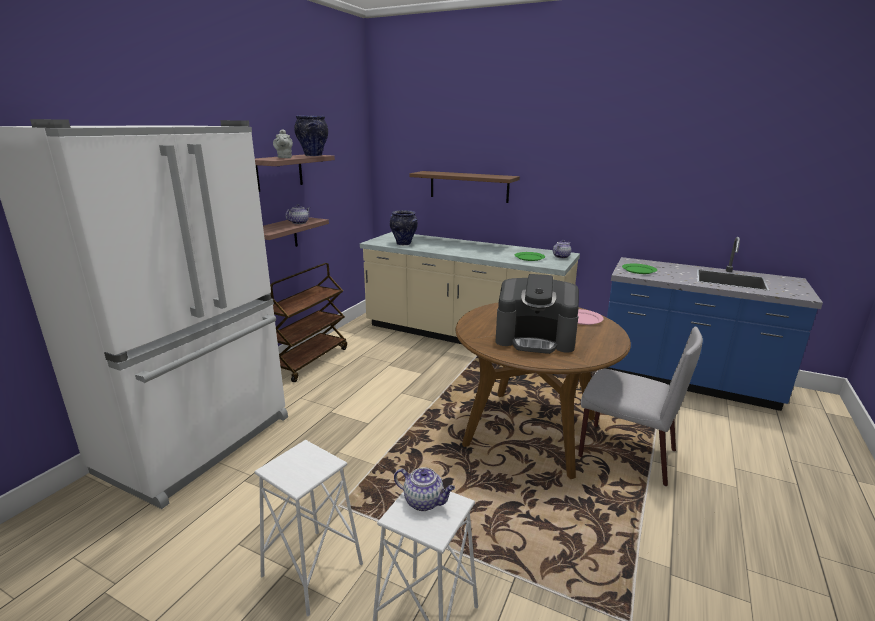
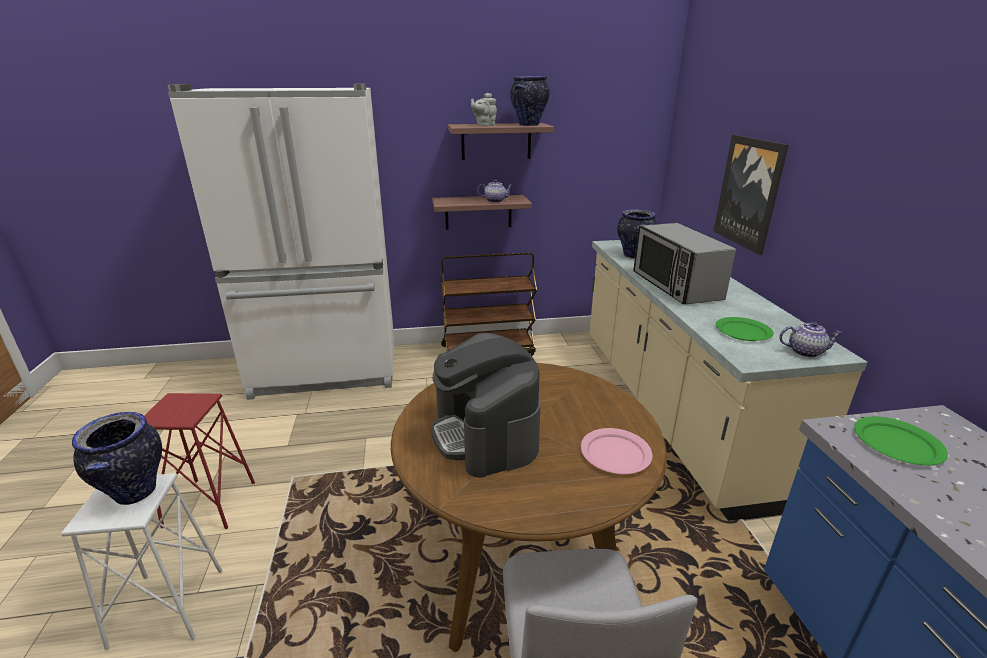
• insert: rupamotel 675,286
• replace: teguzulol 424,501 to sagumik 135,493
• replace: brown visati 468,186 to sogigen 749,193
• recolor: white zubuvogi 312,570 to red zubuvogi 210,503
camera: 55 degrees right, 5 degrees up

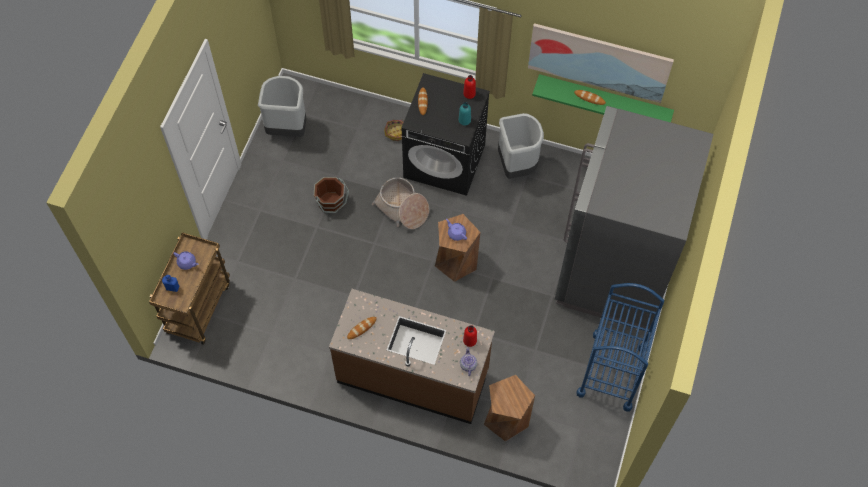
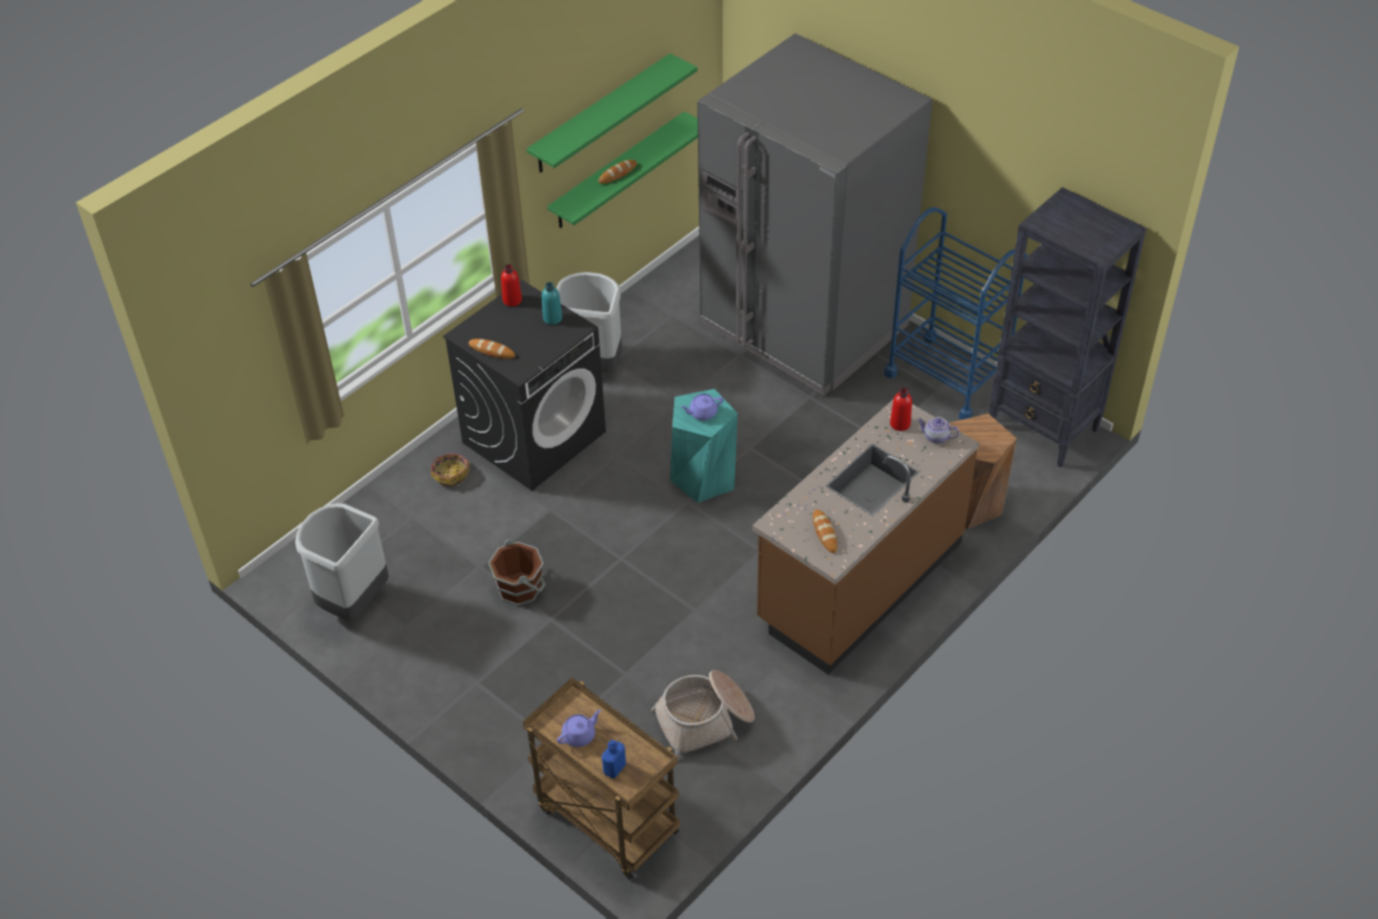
• insert: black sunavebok 1043,429
• move: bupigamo 402,208 to 705,721
• replace: sogigen 598,62 to green visati 601,114
• recolor: brown zubuvogi 456,261 to turquoise zubuvogi 703,477
camera: 65 degrees left, 15 degrees down

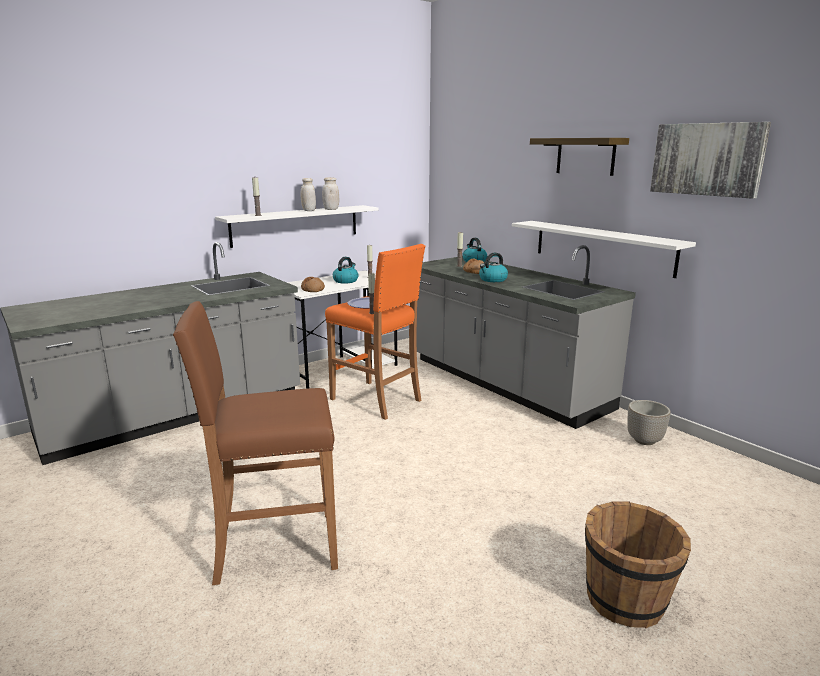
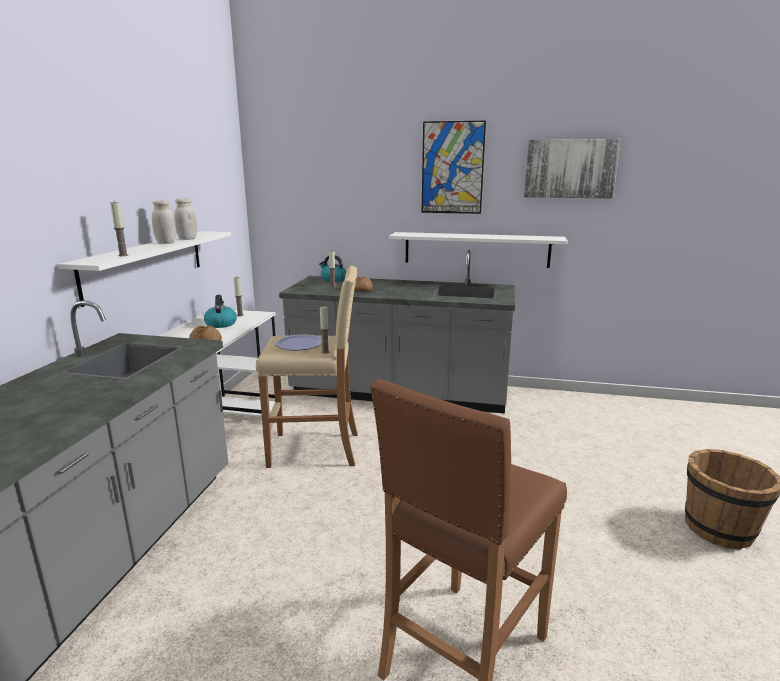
• delete: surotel 492,280
• delete: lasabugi 645,440
• replace: visati 585,156 to sogigen 452,168
• recolor: orange zubuvogi 376,400 to beige zubuvogi 315,450
camera: 40 degrees left, 0 degrees up

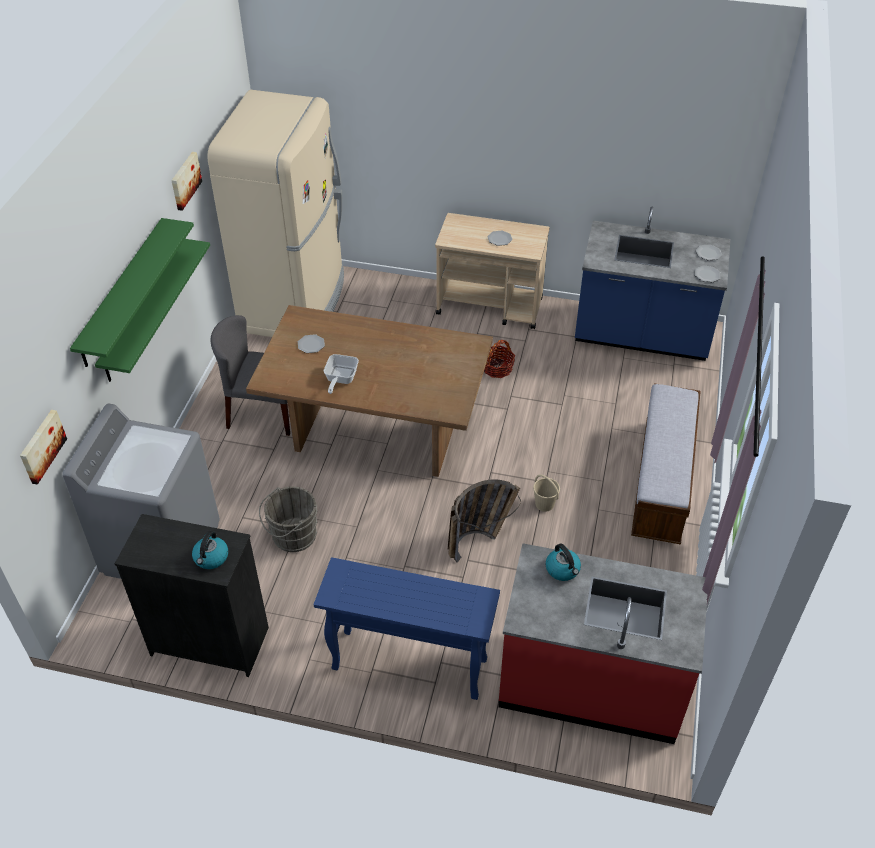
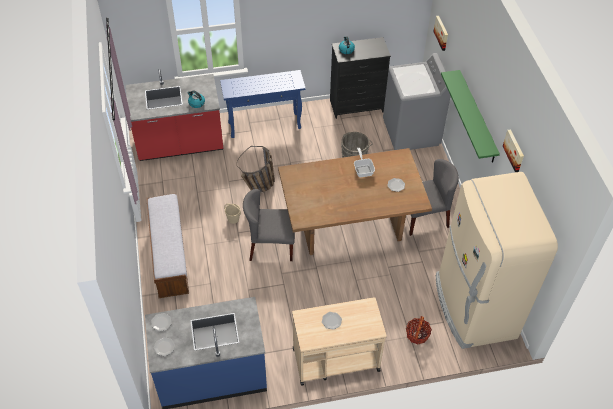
• delete: green visati 122,292
• insert: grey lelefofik 271,246
• move: bupigamo 497,368 to 417,335
camera: 155 degrees right, 5 degrees up

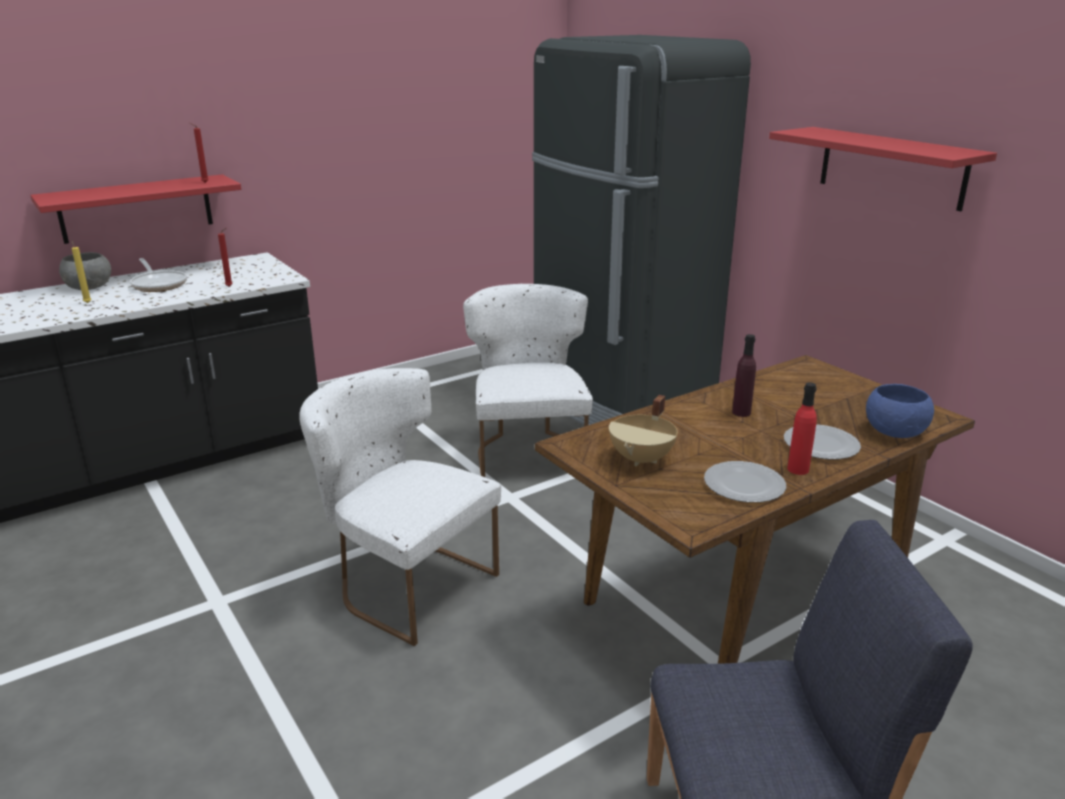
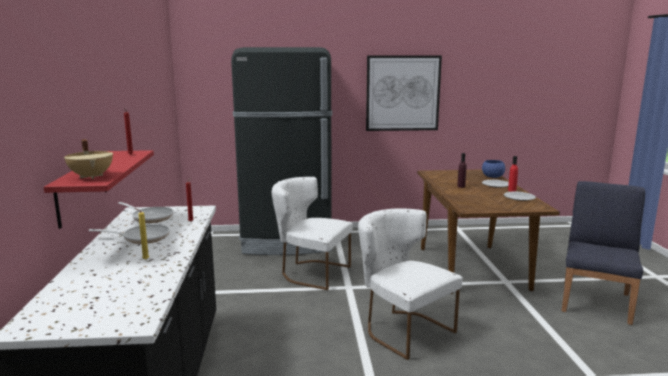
• delete: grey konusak 89,288
• insert: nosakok 150,217
• move: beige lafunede 642,459 to 92,176
• replace: red visati 891,167 to sogigen 402,93
• rotate: white lelefofik 405,583 = 402,329 75 degrees clockwise
camera: 60 degrees left, 10 degrees down

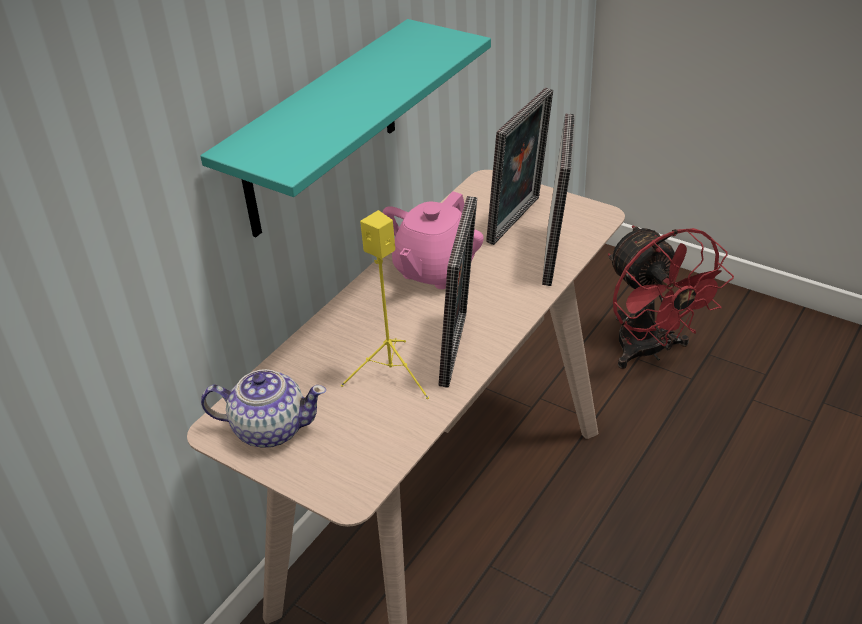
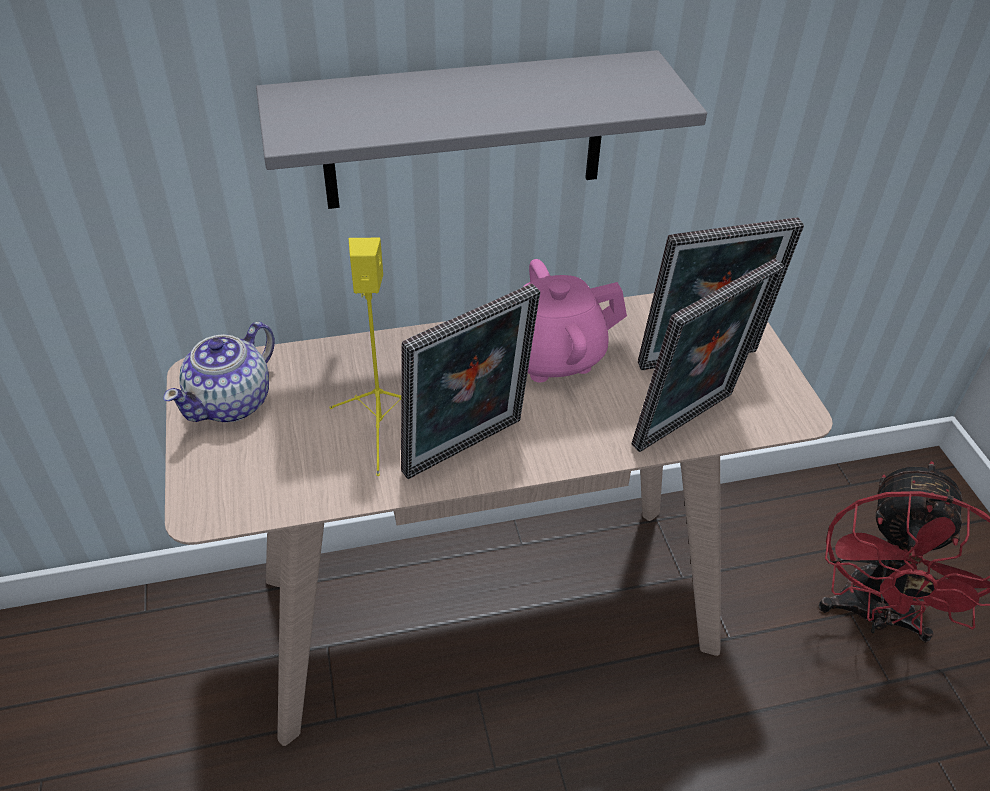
• recolor: turquoise visati 321,131 to grey visati 465,132
• rotate: teguzulol 269,428 = 232,402 75 degrees clockwise
camera: 40 degrees right, 5 degrees up

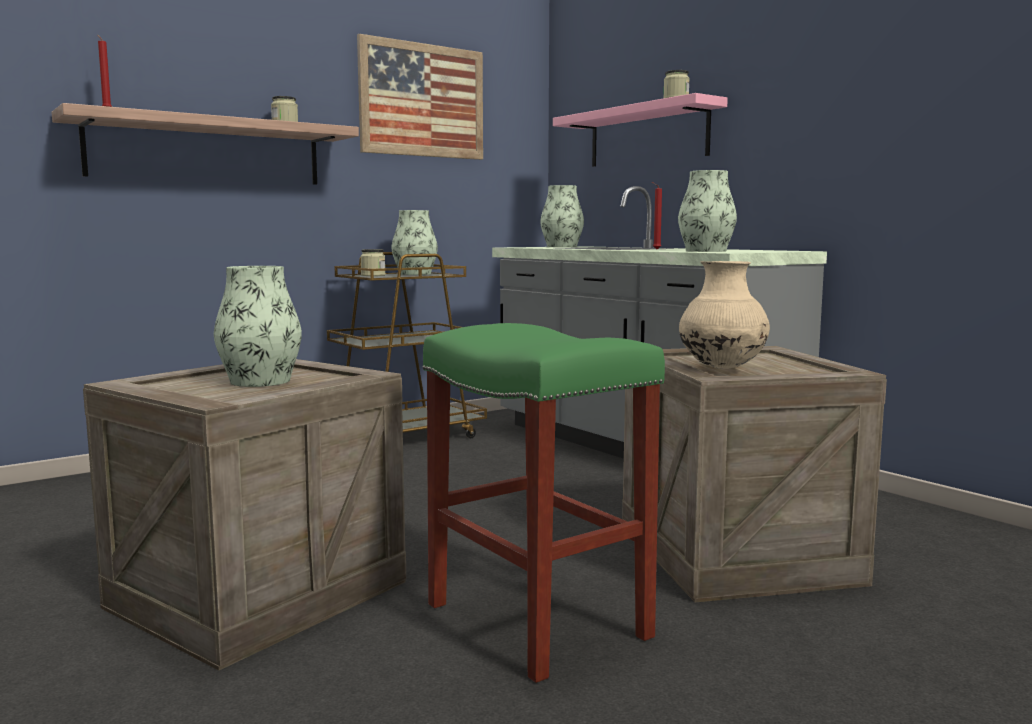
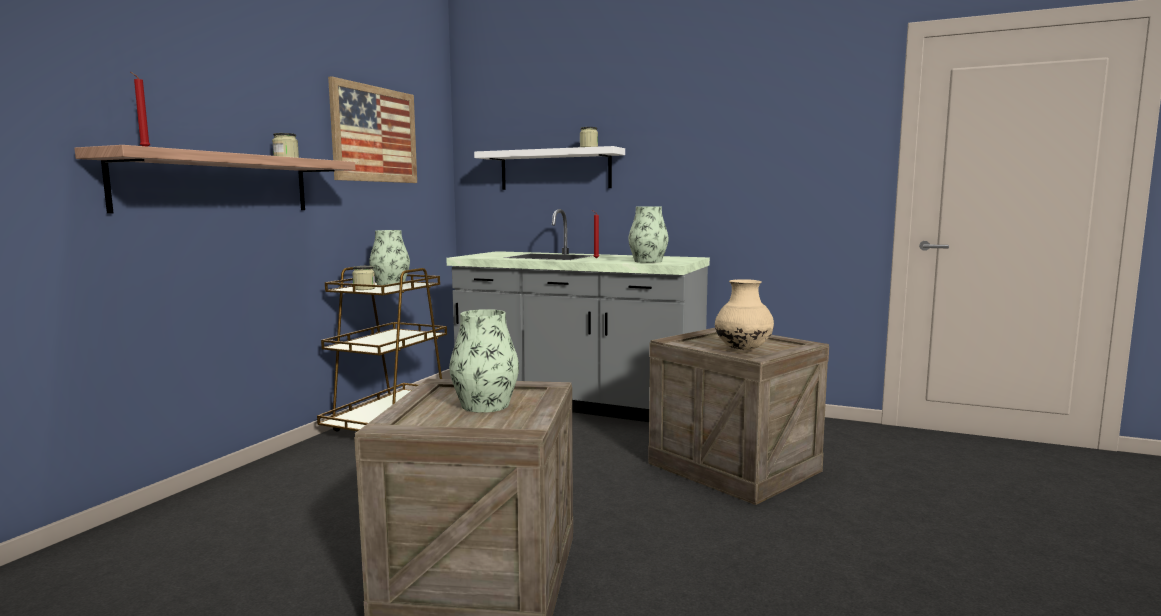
• delete: green zubuvogi 540,621
• delete: sagumik 562,246
• recolor: pink visati 647,136 to white visati 555,170
camera: 30 degrees left, 0 degrees up

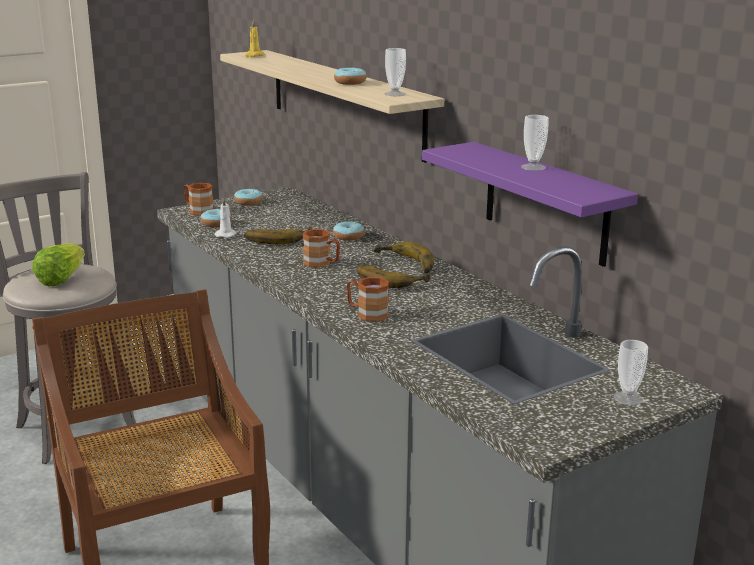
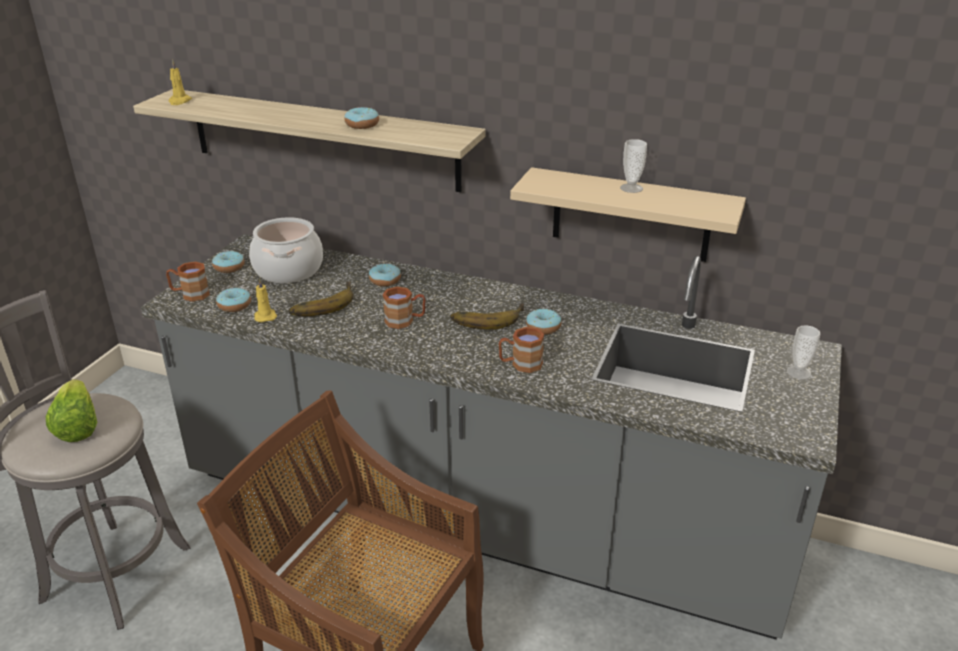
• delete: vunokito 404,263
• delete: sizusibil 395,94
• insert: lafunede 289,270
• insert: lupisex 543,327
• recolor: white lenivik 226,234 to yellow lenivik 265,316
• recolor: purple visati 545,203 to beige visati 631,215
camera: 35 degrees left, 10 degrees up

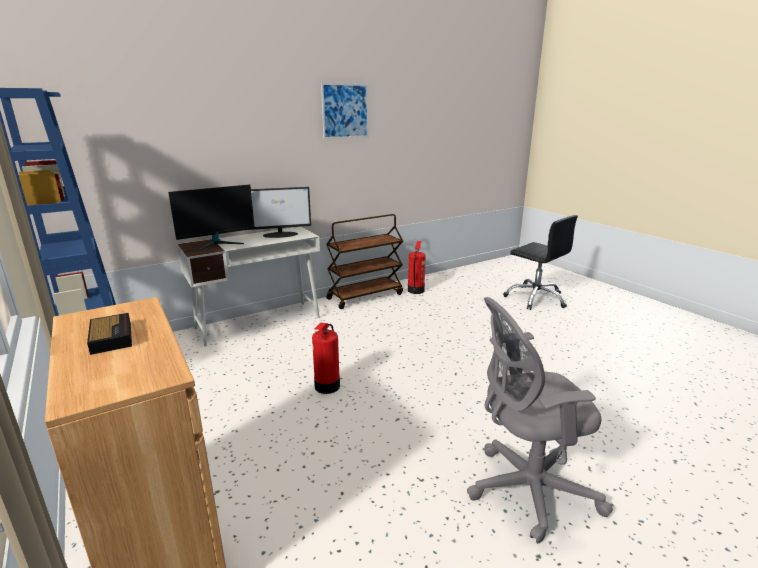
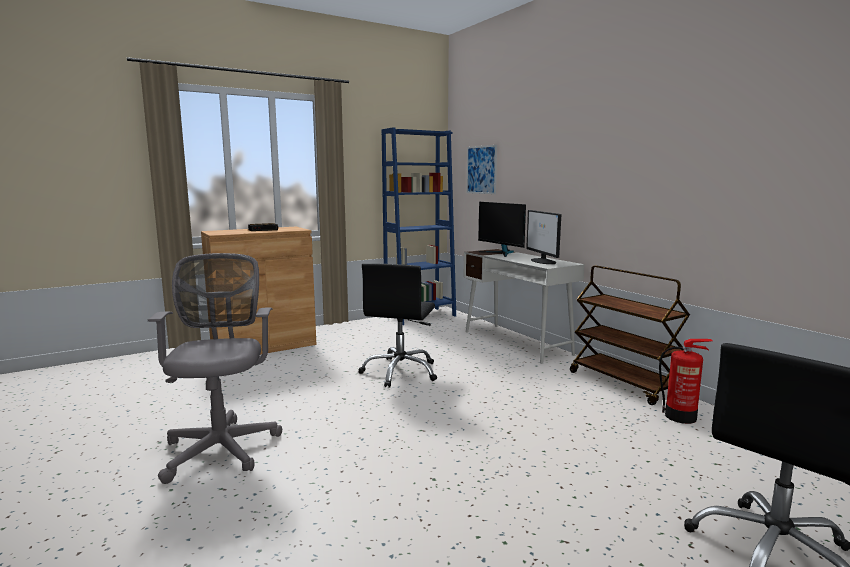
• move: sogigen 345,111 to 481,170
• replace: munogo 327,386 to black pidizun 400,372
camera: 90 degrees right, 10 degrees down

